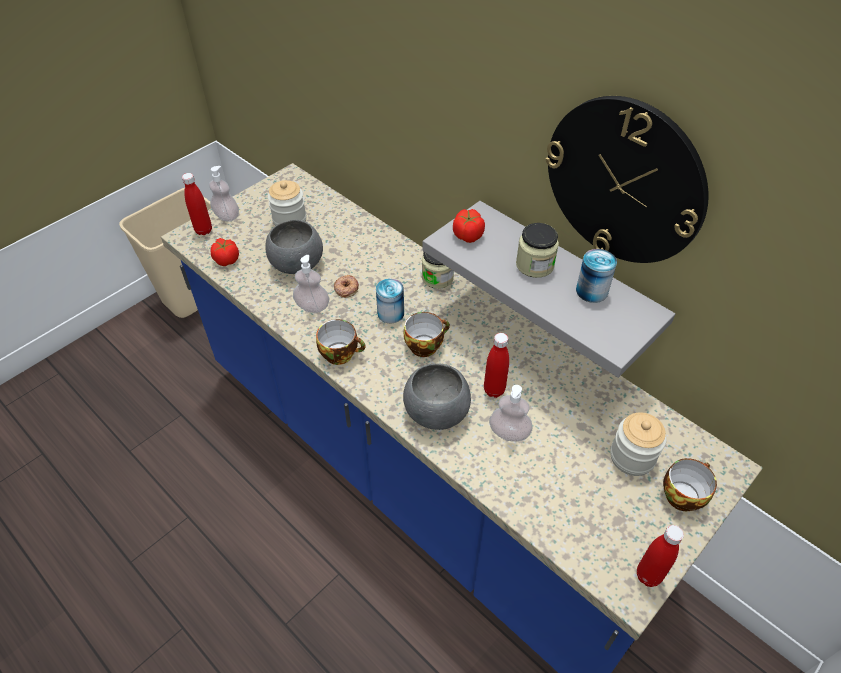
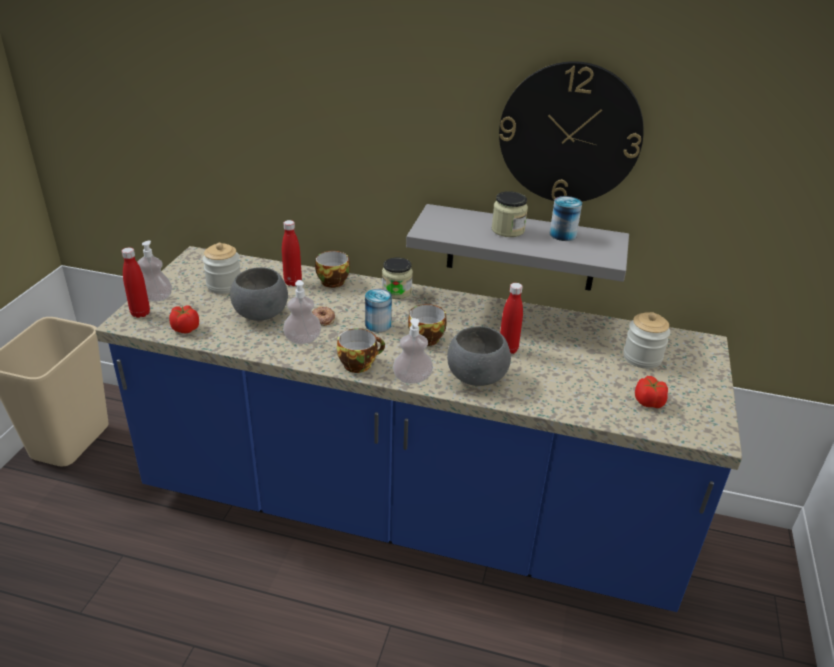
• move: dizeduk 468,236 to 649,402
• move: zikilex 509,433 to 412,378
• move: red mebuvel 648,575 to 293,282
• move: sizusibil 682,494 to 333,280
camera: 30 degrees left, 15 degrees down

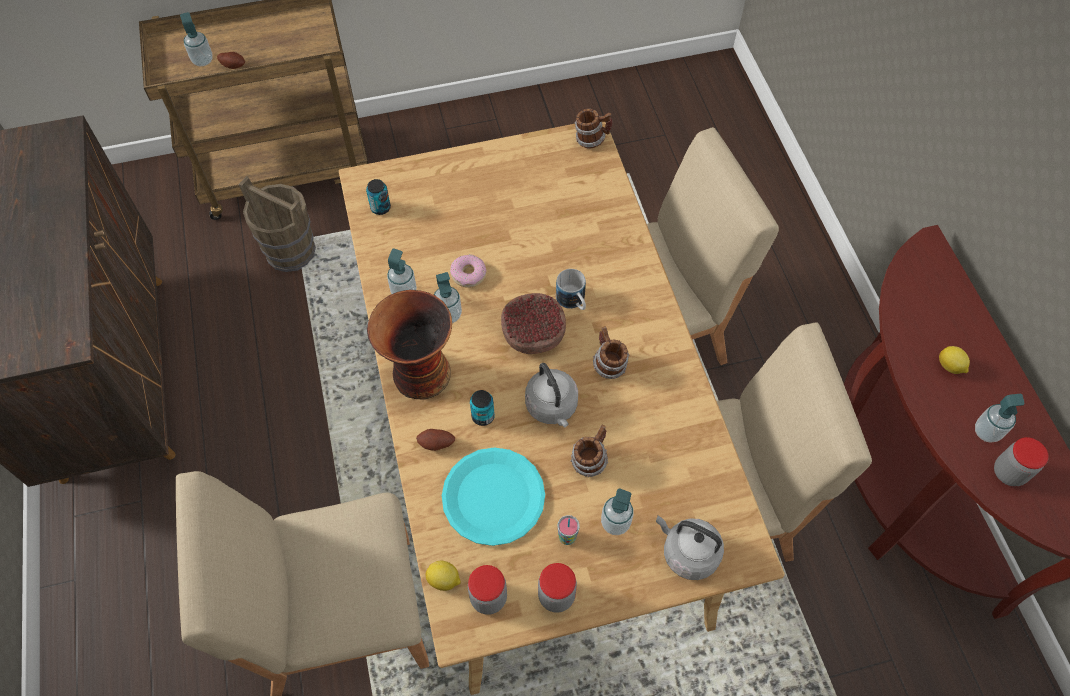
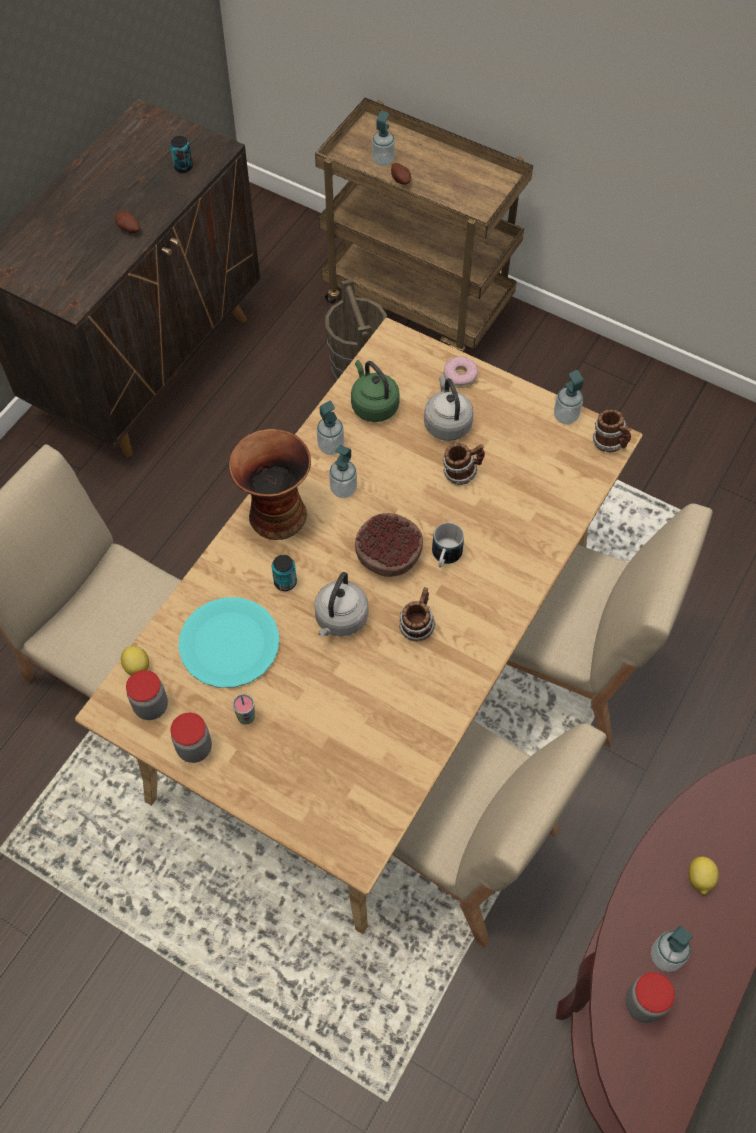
• insert: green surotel 373,405
• move: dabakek 380,208 to 183,167
• move: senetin 436,444 to 128,229
• move: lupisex 468,274 to 460,376
• move: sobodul 589,460 to 461,472
• move: zikilex 615,523 to 565,416
• move: grey surotel 687,553 to 446,423
camera: 45 degrees right, 0 degrees up

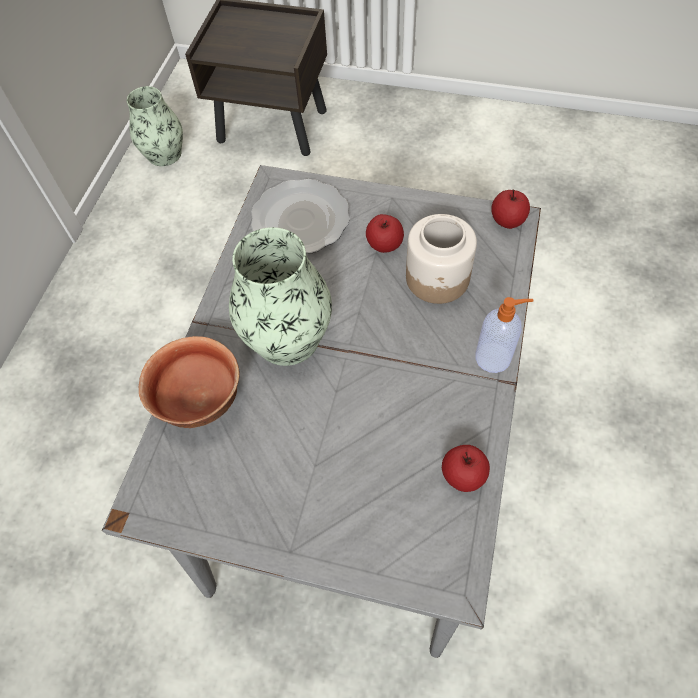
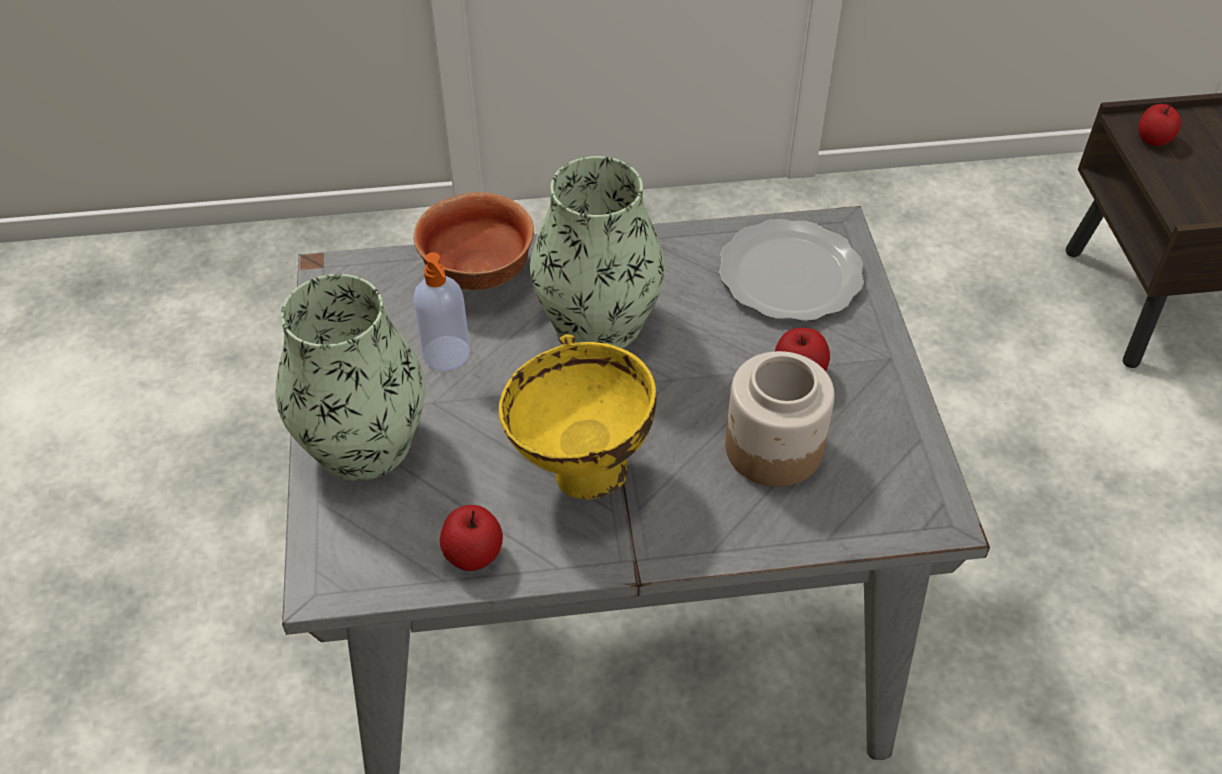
• insert: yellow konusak 581,474
• move: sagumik 164,154 to 363,442
• move: zikilex 494,357 to 447,354
• move: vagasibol 507,220 to 1153,139
camera: 65 degrees right, 10 degrees down

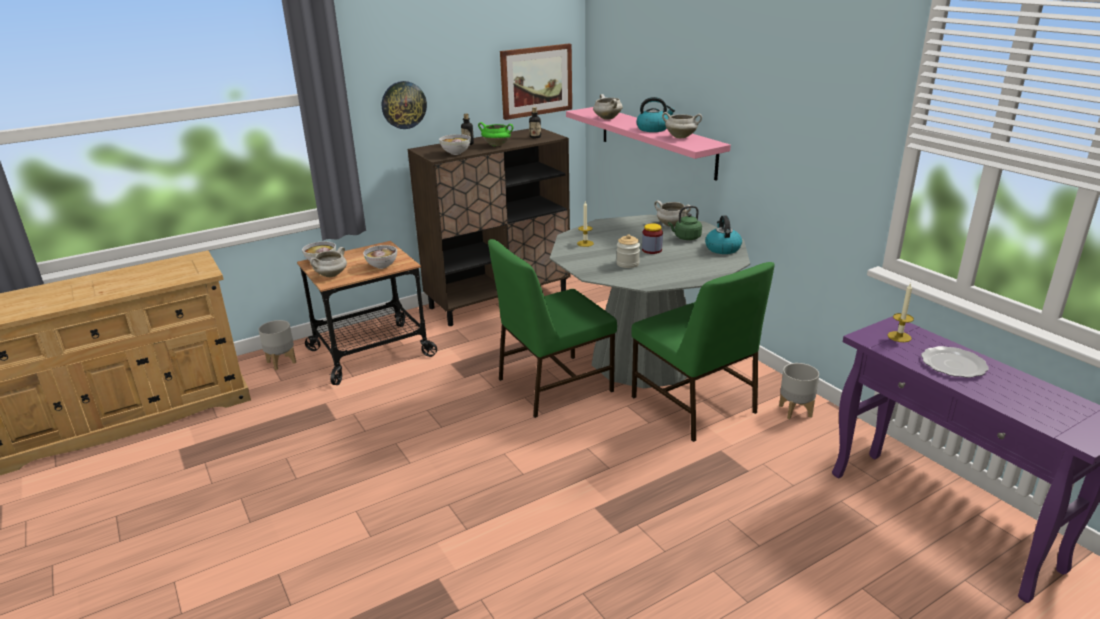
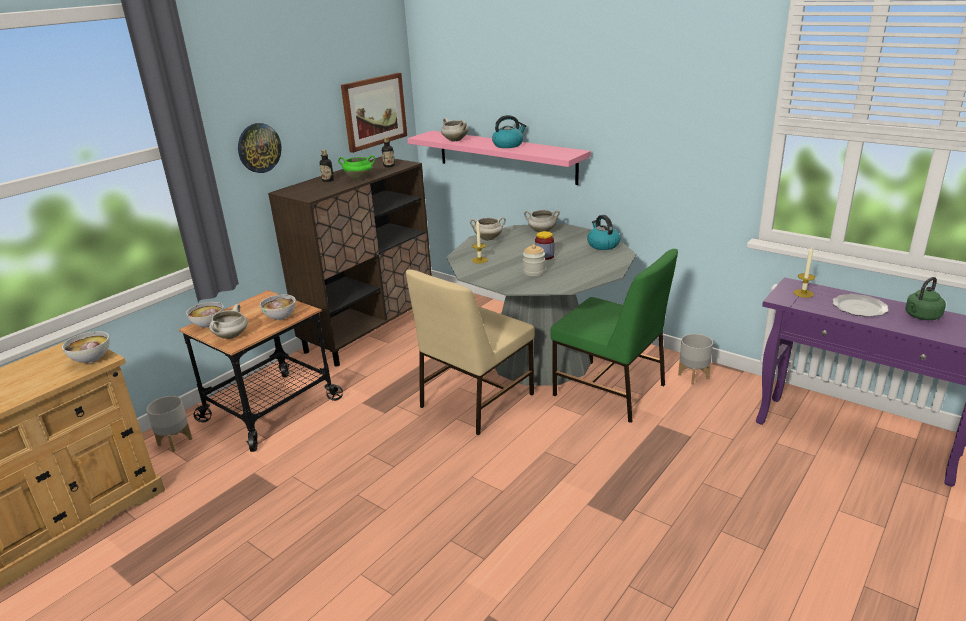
• move: konusak 455,153 to 91,359
• move: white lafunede 681,137 to 488,238
• move: green surotel 686,238 to 921,316
• recolor: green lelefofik 552,385 to beige lelefofik 475,401
camera: 20 degrees left, 0 degrees up

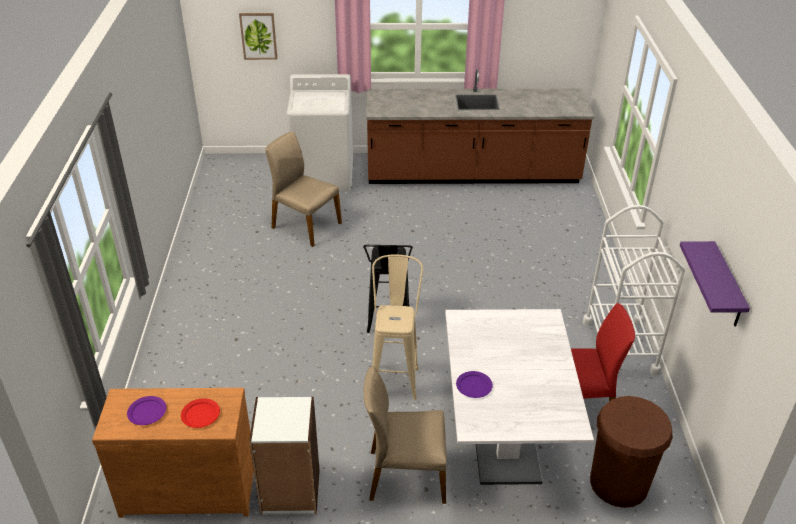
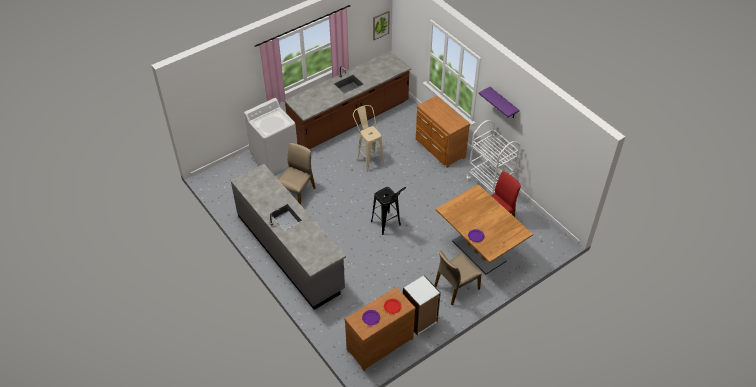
• delete: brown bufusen 618,483
• insert: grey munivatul 290,252
• insert: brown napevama 439,149
• move: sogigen 258,36 to 380,25
• move: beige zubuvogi 395,376 to 368,159
• move: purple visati 727,286 to 503,103
• recolor: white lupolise 504,439 to brown lupolise 479,251
• rotate: beige lelefofik 305,225 = 296,193 120 degrees clockwise
camera: 35 degrees left, 10 degrees up

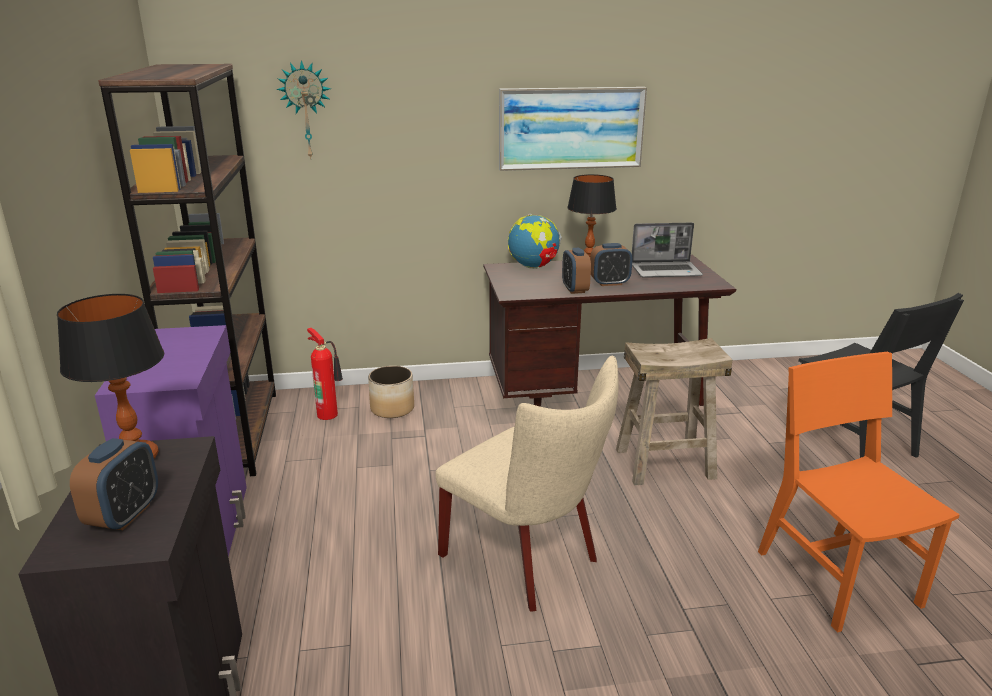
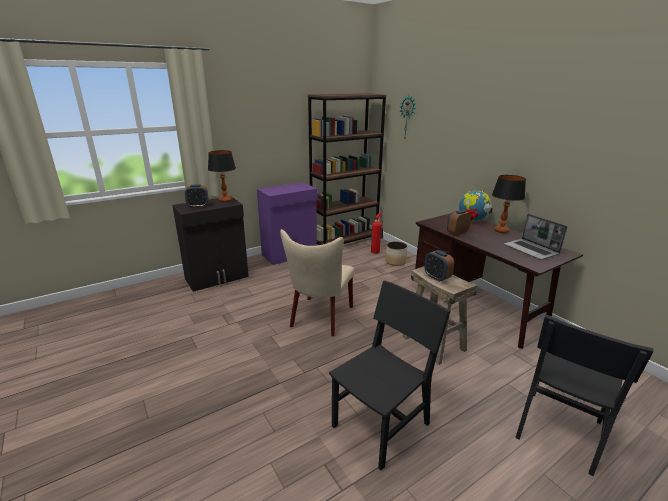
• delete: sogigen 571,128
• move: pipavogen 609,283 to 437,277
• recolor: orange lelefofik 837,578 to black lelefofik 381,425
camera: 65 degrees right, 0 degrees up

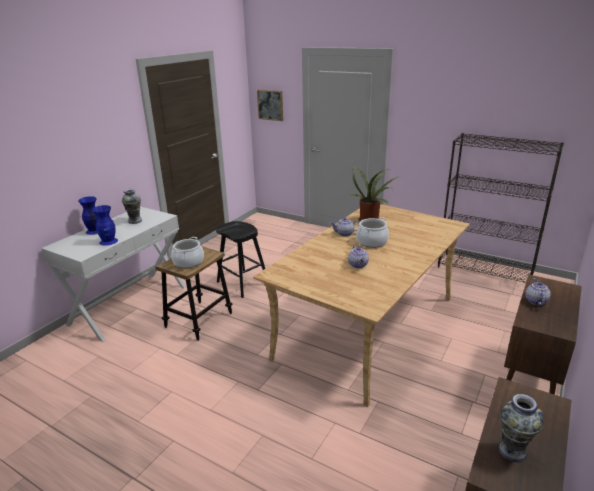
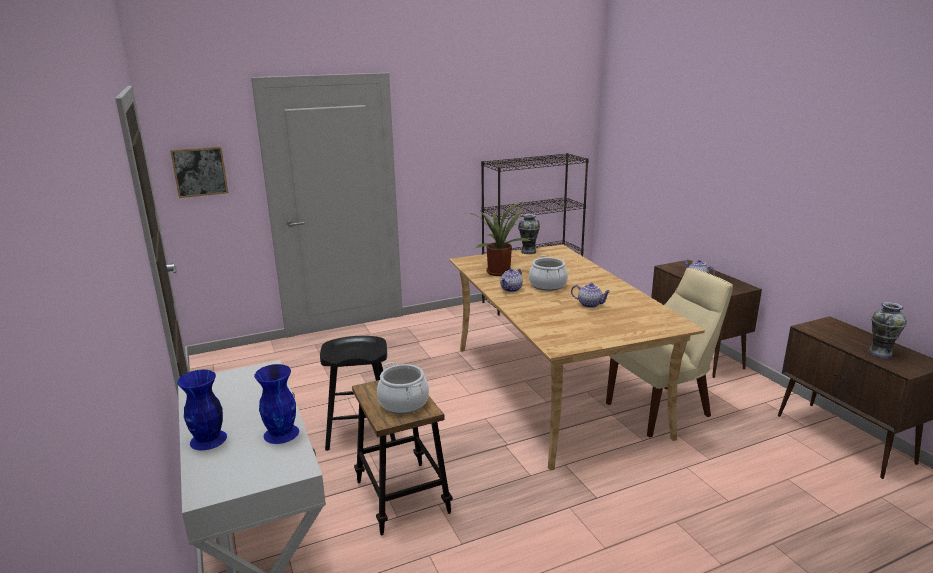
• insert: beige lelefofik 662,409
• move: sagumik 135,221 to 528,252
camera: 55 degrees left, 5 degrees down

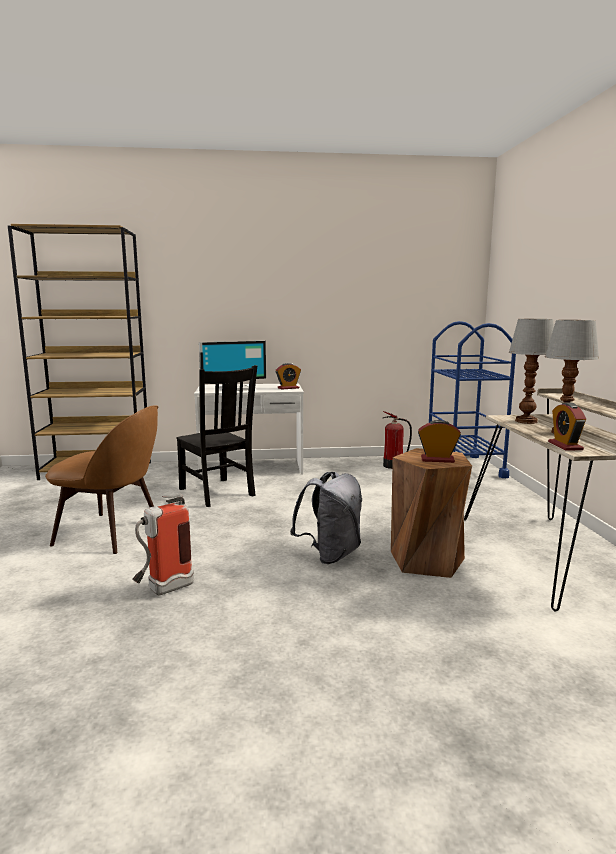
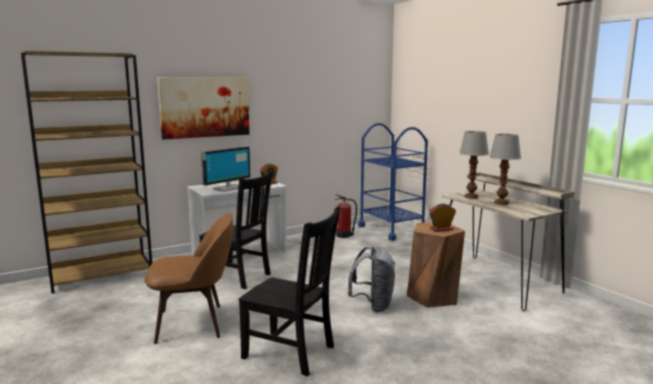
• delete: pipavogen 565,446
• insert: sogigen 205,107
• replace: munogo 163,590 to black lelefofik 291,353
camera: 25 degrees left, 0 degrees up

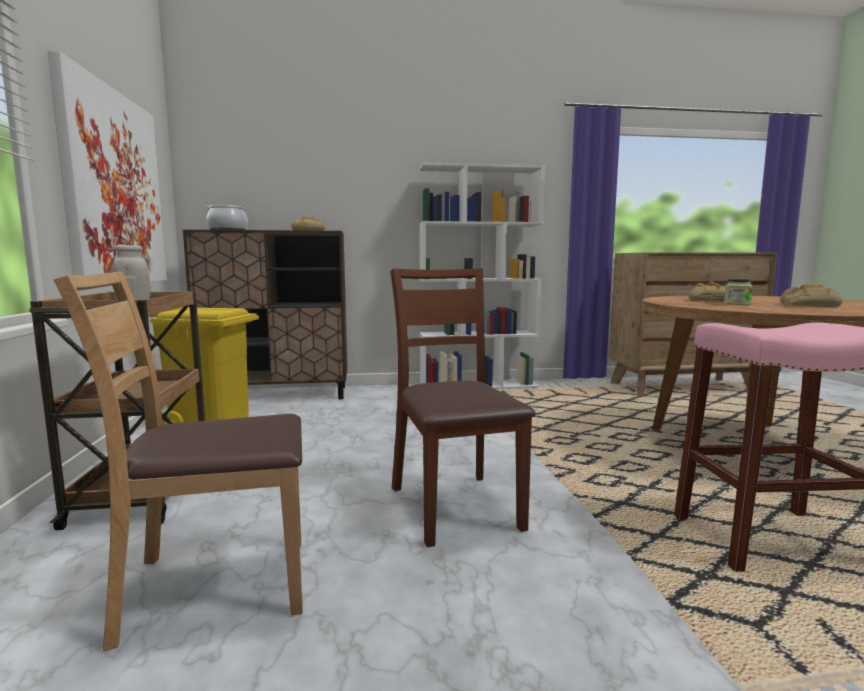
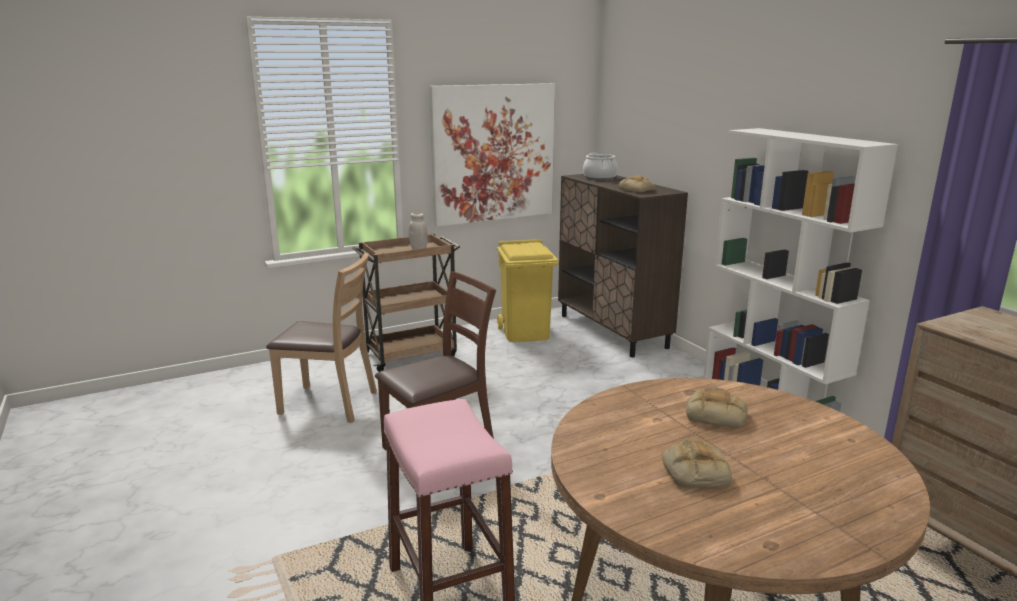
• delete: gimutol 737,304
• rotate: brown lelefofik 214,586 = 329,403 135 degrees clockwise
camera: 70 degrees right, 10 degrees up

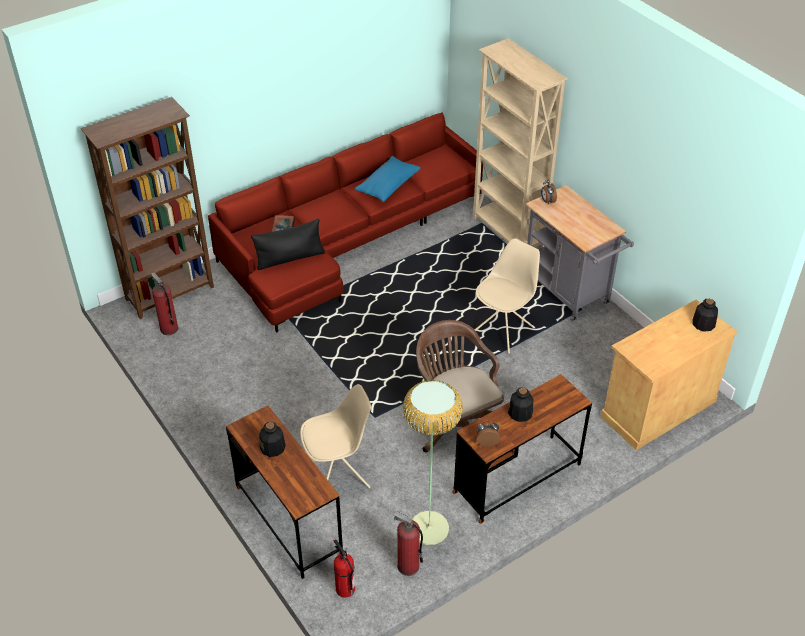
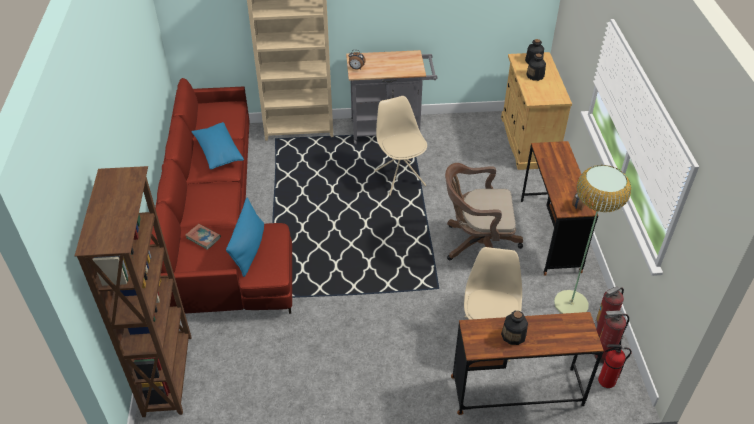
• move: munogo 169,328 to 603,356
• move: mebuvel 520,413 to 535,76
• recolor: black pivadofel 290,258 to blue pivadofel 249,249
camera: 60 degrees left, 0 degrees up

